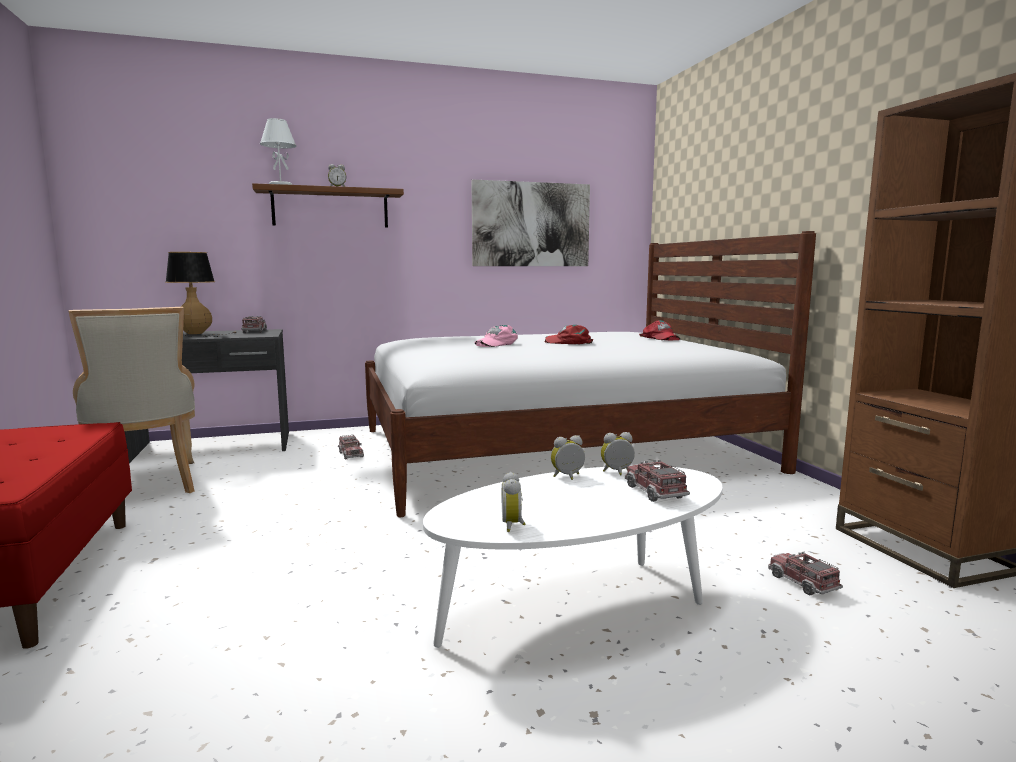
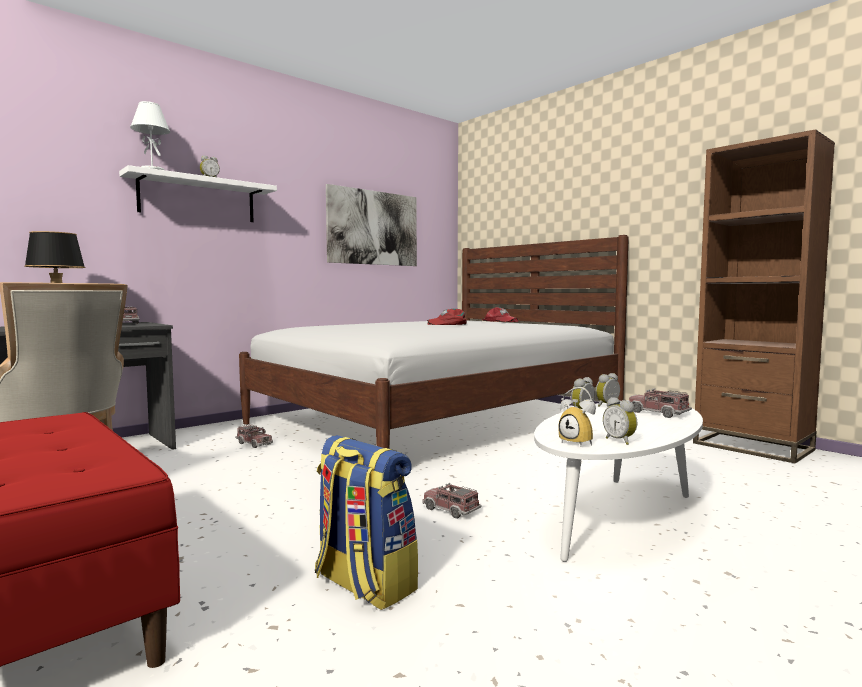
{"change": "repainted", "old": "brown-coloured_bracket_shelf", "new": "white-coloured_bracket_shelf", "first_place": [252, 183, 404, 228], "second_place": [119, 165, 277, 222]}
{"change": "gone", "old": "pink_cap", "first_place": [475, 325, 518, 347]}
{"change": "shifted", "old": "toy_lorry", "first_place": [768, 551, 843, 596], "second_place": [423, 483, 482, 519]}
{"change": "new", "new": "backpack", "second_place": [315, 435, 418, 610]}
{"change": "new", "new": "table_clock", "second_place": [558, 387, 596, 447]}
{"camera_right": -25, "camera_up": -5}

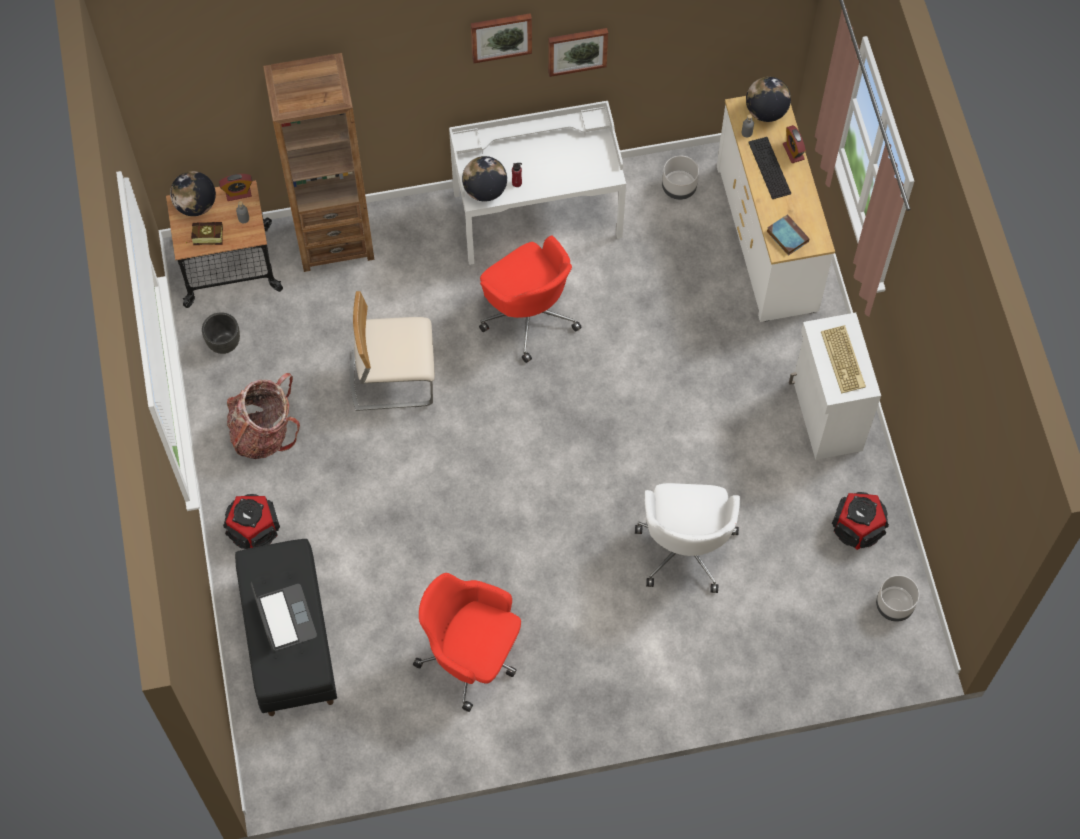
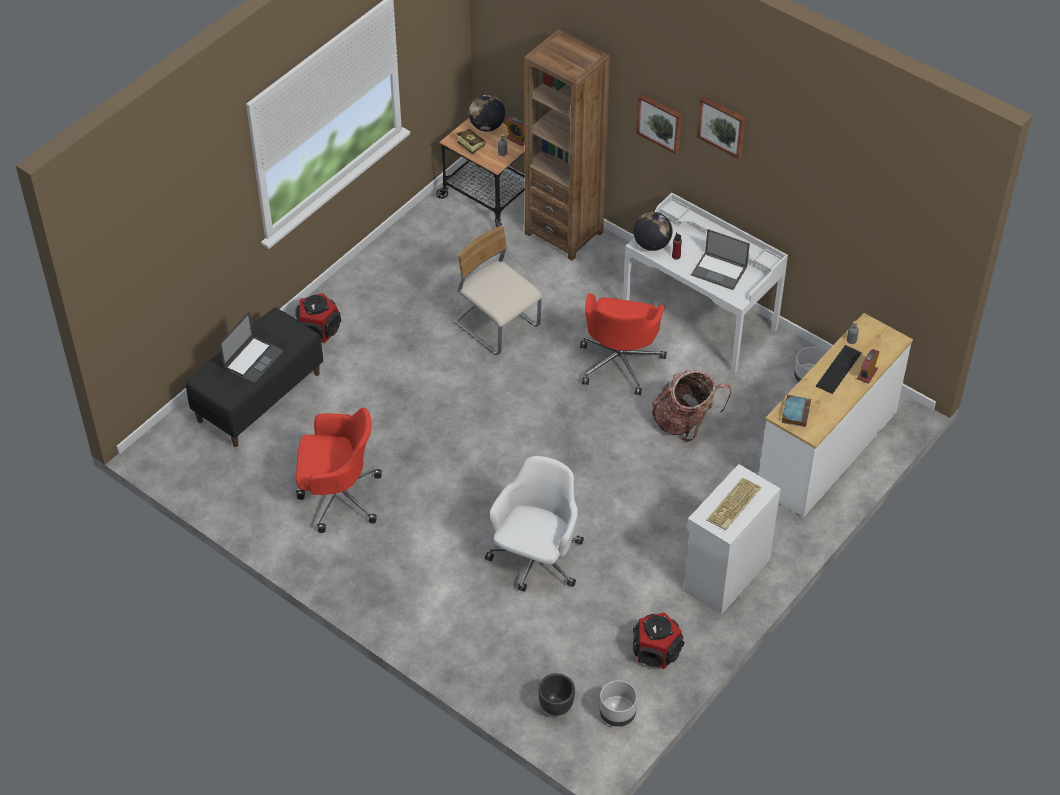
{"change": "shifted", "old": "black-coloured_plant_pot", "first_place": [202, 312, 240, 354], "second_place": [538, 673, 575, 716]}
{"change": "shifted", "old": "backpack", "first_place": [227, 373, 300, 459], "second_place": [652, 370, 732, 442]}
{"change": "rotated", "old": "red-coloured_desk_chair", "first_place": [413, 573, 521, 712], "second_place": [296, 407, 382, 533], "degrees": 105}
{"change": "shifted", "old": "wall_picture", "first_place": [548, 28, 608, 77], "second_place": [636, 94, 682, 154]}
{"change": "rotated", "old": "white-coloured_desk_chair", "first_place": [635, 483, 740, 593], "second_place": [485, 456, 584, 592], "degrees": 150}
{"change": "gone", "old": "world_globe", "first_place": [746, 77, 791, 122]}
{"change": "new", "new": "portable_computer", "second_place": [691, 229, 750, 290]}
{"camera_right": 50, "camera_up": -15}

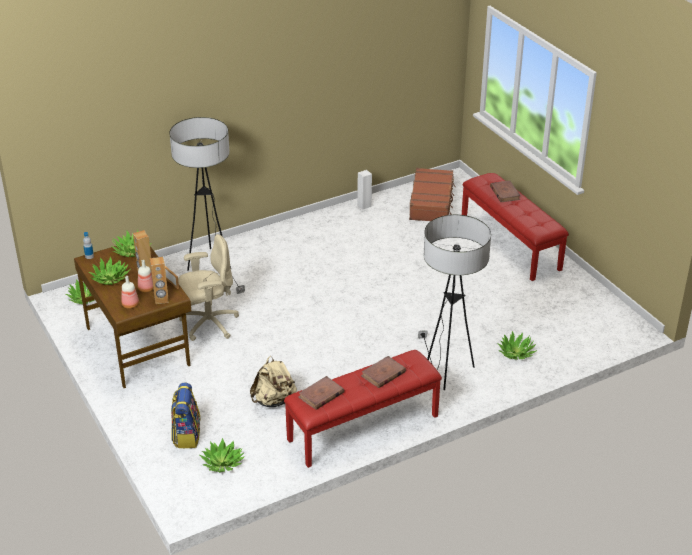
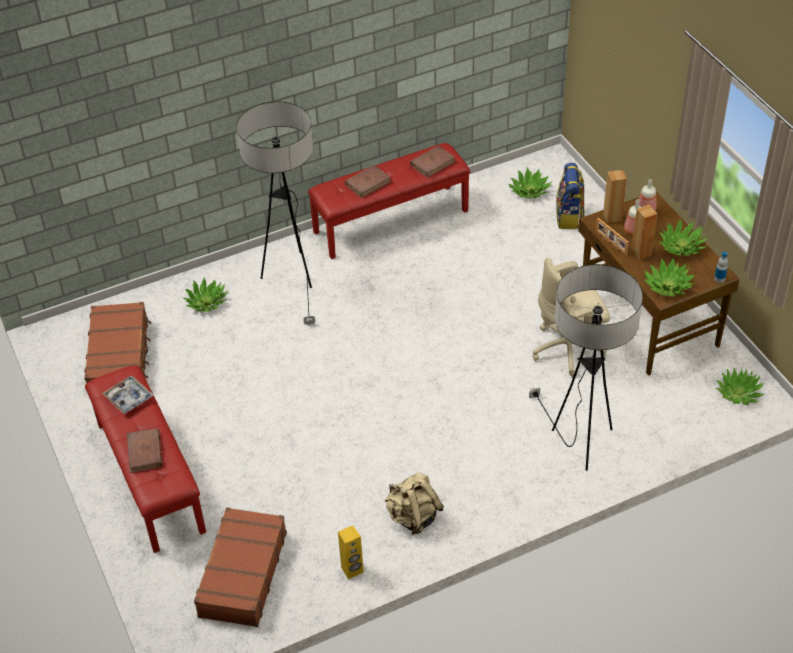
{"change": "shifted", "old": "sand-coloured_backpack", "first_place": [250, 356, 297, 407], "second_place": [384, 472, 444, 534]}
{"change": "repainted", "old": "white-coloured_loudspeaker", "new": "yellow_loudspeaker", "first_place": [357, 170, 372, 210], "second_place": [338, 525, 364, 579]}
{"change": "new", "new": "brown-coloured_piece_of_luggage", "second_place": [84, 302, 151, 384]}
{"change": "new", "new": "serving_tray", "second_place": [102, 376, 154, 415]}
{"camera_right": -175, "camera_up": 10}

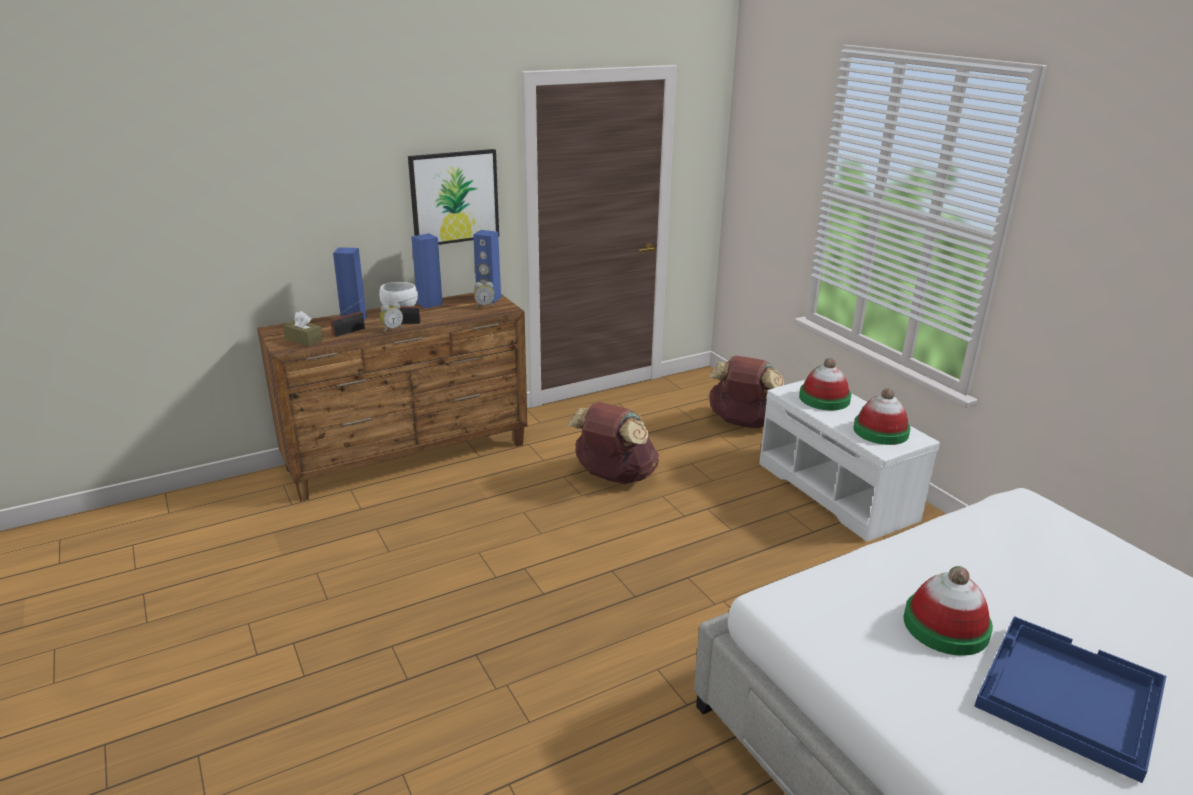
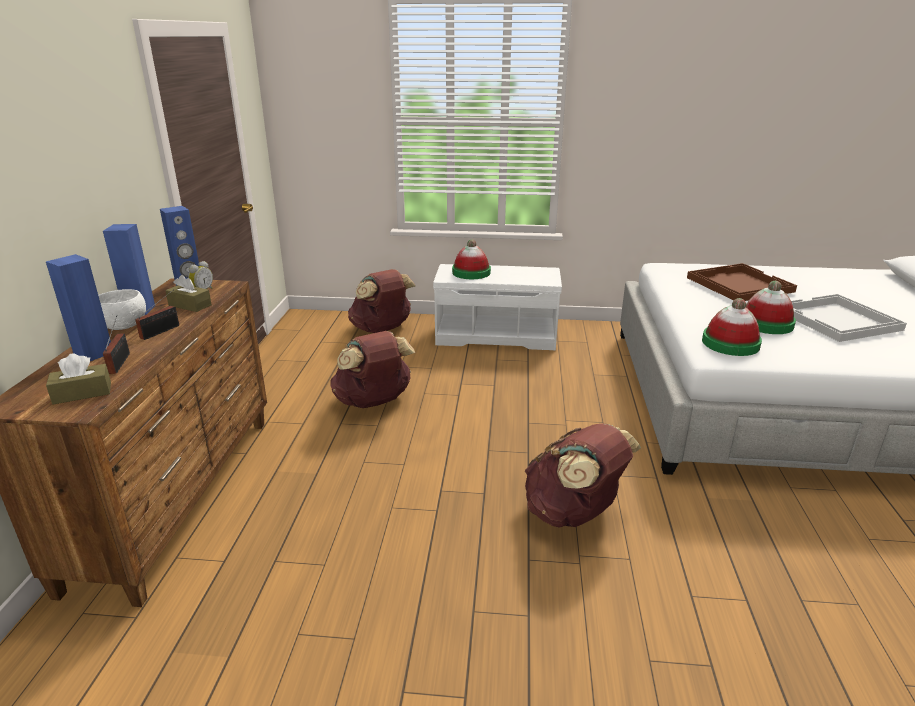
{"change": "gone", "old": "table_clock", "first_place": [380, 302, 403, 332]}
{"change": "gone", "old": "wall_picture", "first_place": [408, 149, 499, 245]}
{"change": "shifted", "old": "clothing_hat", "first_place": [853, 388, 911, 445], "second_place": [702, 298, 762, 356]}
{"change": "repainted", "old": "blue-coloured_serving_tray", "new": "white-coloured_serving_tray", "first_place": [974, 616, 1166, 783], "second_place": [791, 294, 907, 342]}
{"change": "new", "new": "brown-coloured_tissue_box", "second_place": [165, 275, 212, 312]}
{"change": "new", "new": "brown-coloured_backpack", "second_place": [525, 423, 641, 528]}
{"change": "new", "new": "brown-coloured_serving_tray", "second_place": [687, 263, 797, 301]}
{"camera_right": -55, "camera_up": 0}

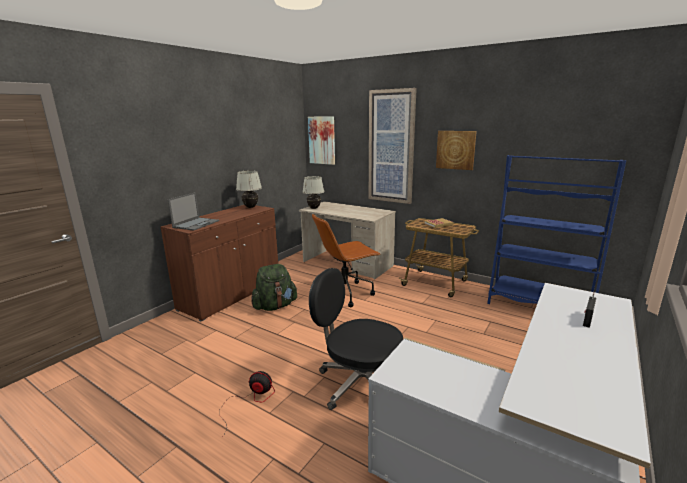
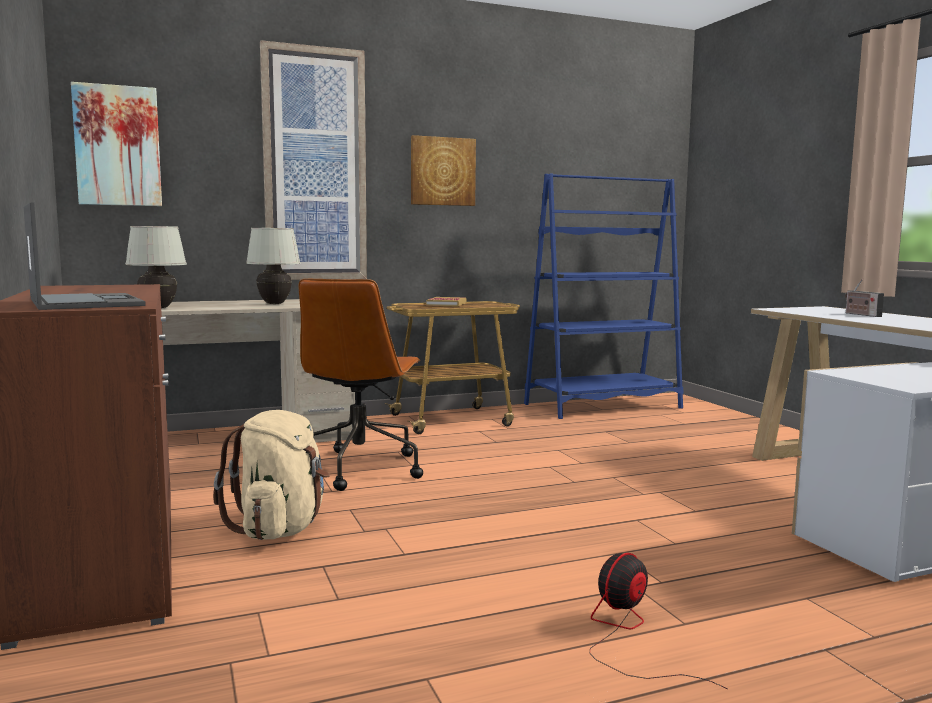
{"change": "shifted", "old": "white-coloured_tabletop_lamp", "first_place": [236, 170, 262, 208], "second_place": [246, 228, 301, 304]}
{"change": "repainted", "old": "greenish_backpack", "new": "sand-coloured_backpack", "first_place": [251, 264, 297, 311], "second_place": [213, 410, 330, 540]}
{"change": "gone", "old": "black-coloured_desk_chair", "first_place": [309, 268, 403, 410]}
{"camera_right": -55, "camera_up": -10}

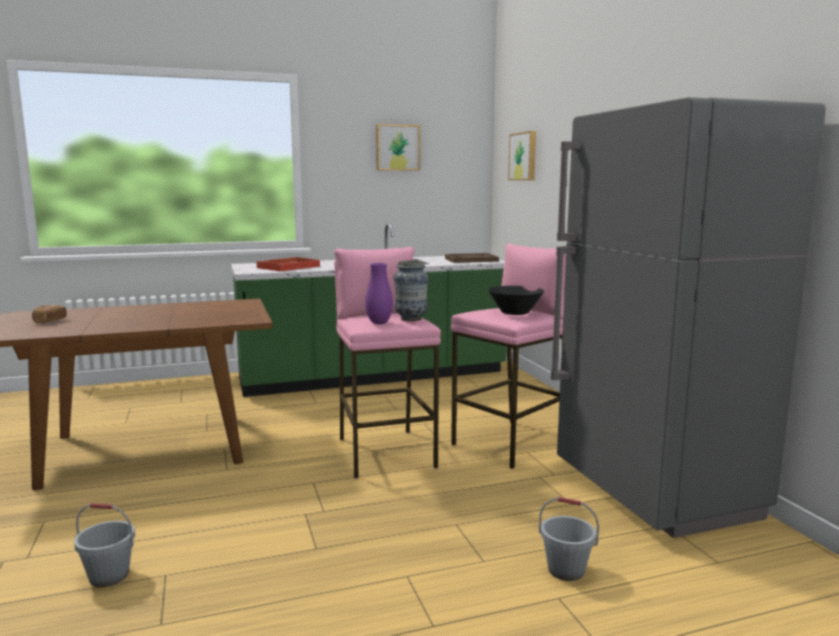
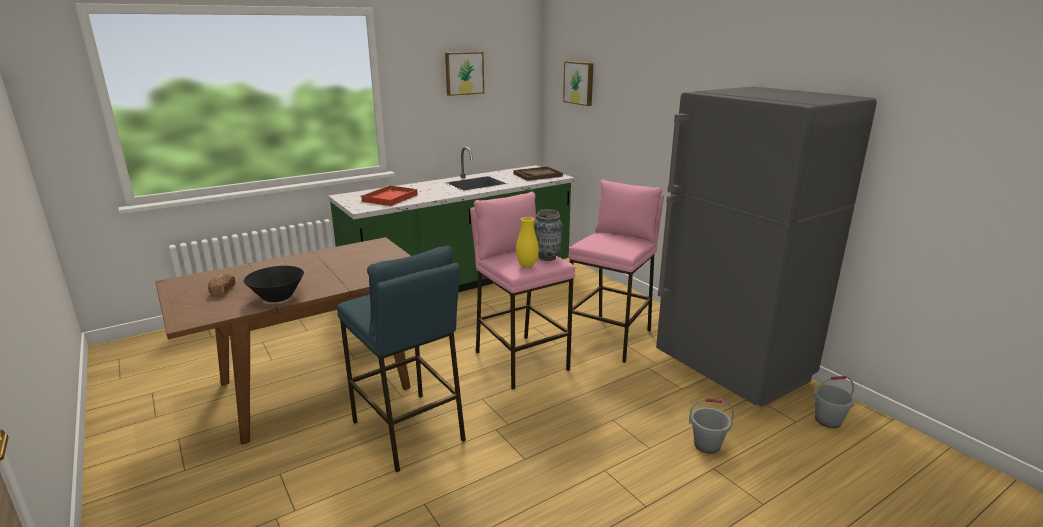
{"change": "shifted", "old": "greyish_pail", "first_place": [74, 503, 135, 587], "second_place": [814, 376, 854, 428]}
{"change": "repainted", "old": "purple-coloured_vase", "new": "yellow_vase", "first_place": [365, 263, 393, 324], "second_place": [516, 217, 539, 268]}
{"change": "shifted", "old": "black-coloured_bowl", "first_place": [488, 286, 544, 315], "second_place": [244, 266, 304, 302]}
{"change": "new", "new": "blue-coloured_stool_seat", "second_place": [337, 246, 466, 472]}
{"camera_right": -15, "camera_up": 10}

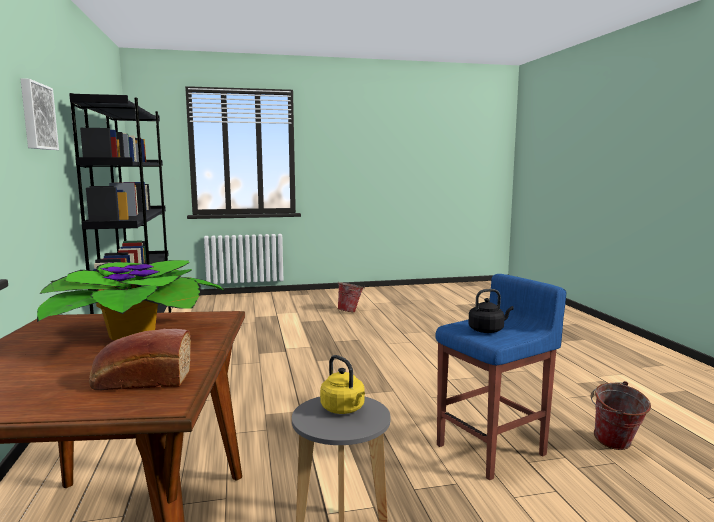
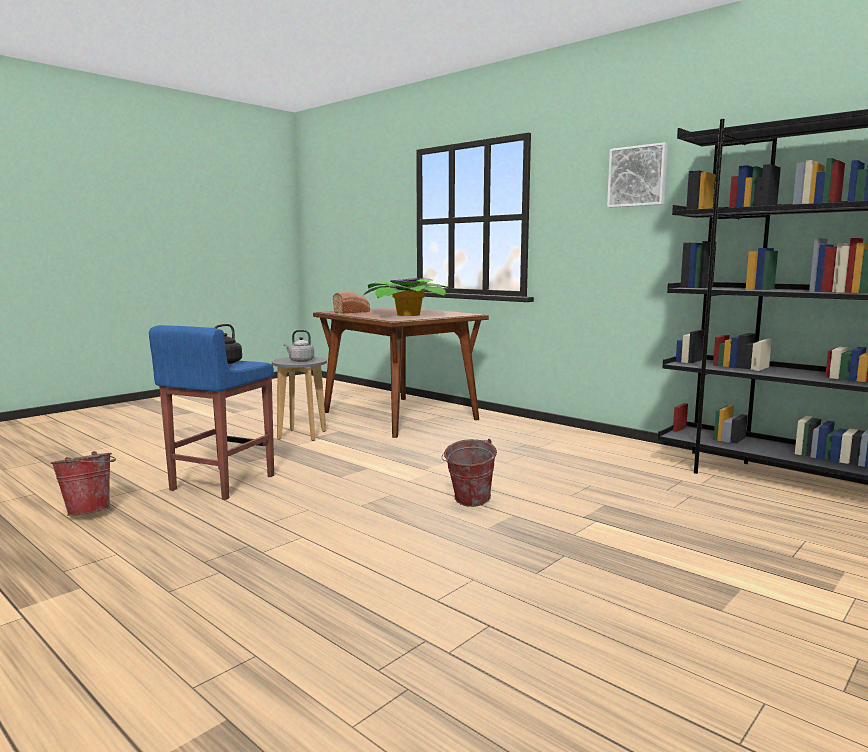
{"change": "repainted", "old": "yellow_tea_kettle", "new": "greyish_tea_kettle", "first_place": [320, 355, 365, 414], "second_place": [284, 330, 314, 362]}
{"change": "shifted", "old": "pail", "first_place": [337, 282, 365, 312], "second_place": [441, 439, 497, 507]}
{"camera_right": 145, "camera_up": 0}

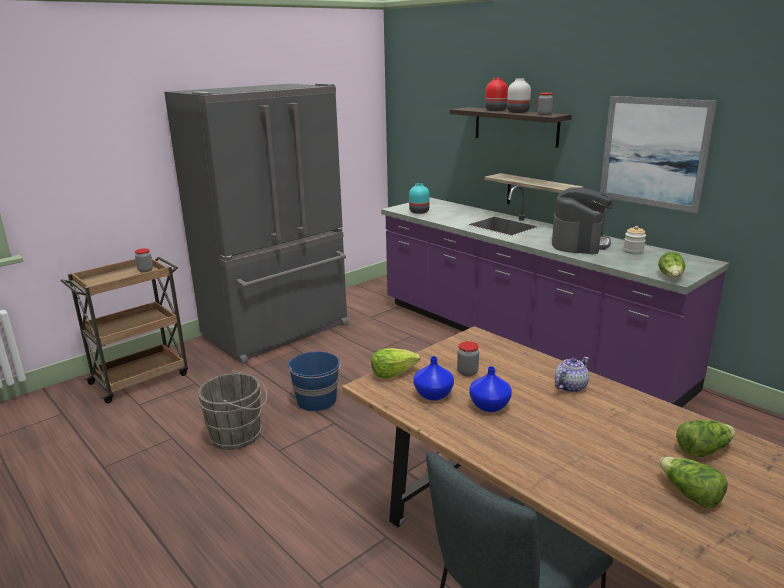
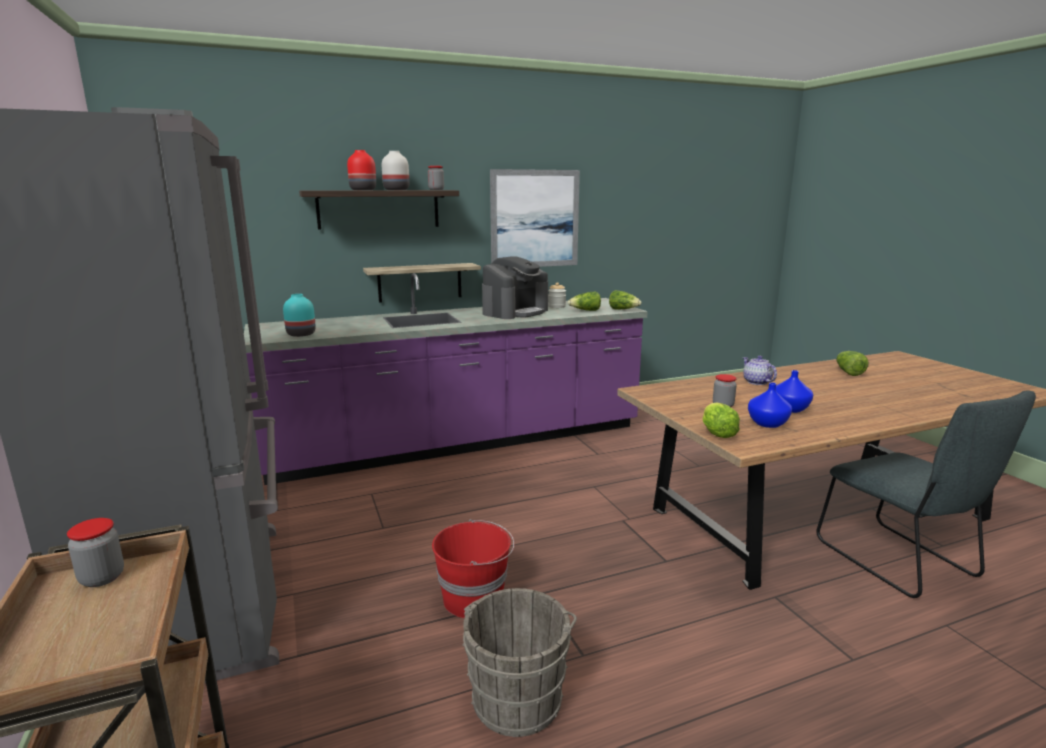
{"change": "repainted", "old": "blue-coloured_pail", "new": "red-coloured_pail", "first_place": [288, 351, 341, 411], "second_place": [432, 519, 514, 618]}
{"change": "rotated", "old": "coffee_machine", "first_place": [552, 187, 613, 254], "second_place": [482, 257, 548, 319], "degrees": 90}
{"change": "shifted", "old": "lettuce", "first_place": [659, 457, 728, 508], "second_place": [568, 292, 601, 311]}
{"camera_right": -70, "camera_up": -5}

